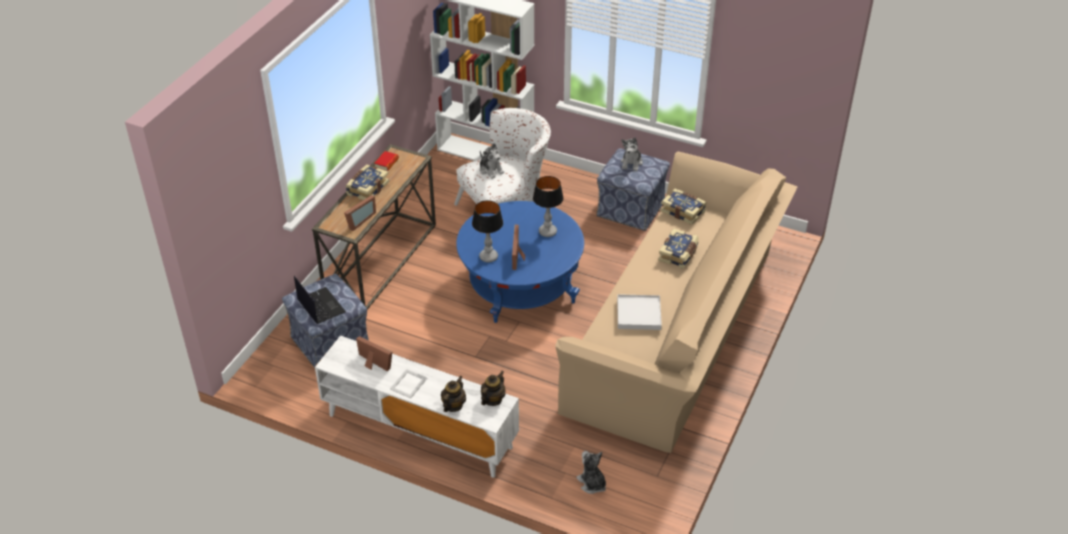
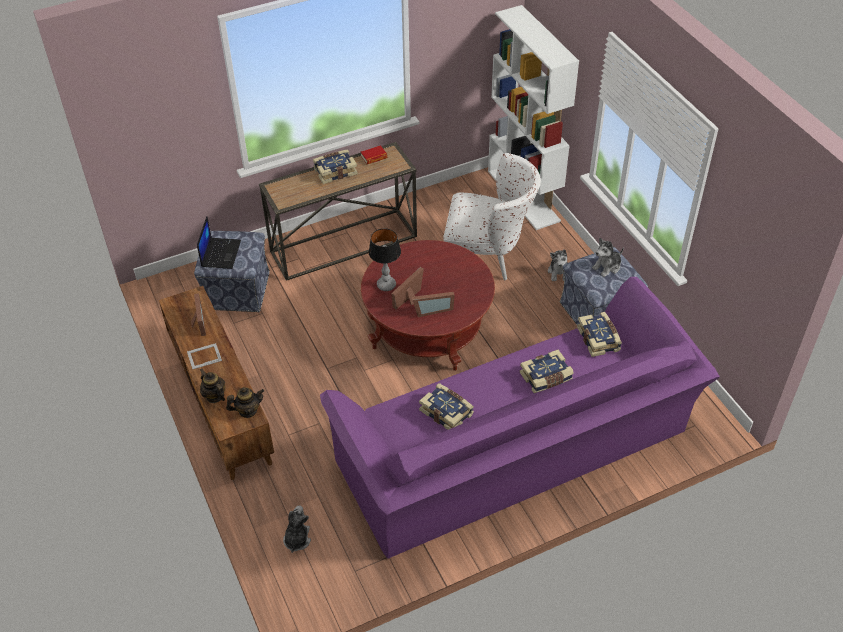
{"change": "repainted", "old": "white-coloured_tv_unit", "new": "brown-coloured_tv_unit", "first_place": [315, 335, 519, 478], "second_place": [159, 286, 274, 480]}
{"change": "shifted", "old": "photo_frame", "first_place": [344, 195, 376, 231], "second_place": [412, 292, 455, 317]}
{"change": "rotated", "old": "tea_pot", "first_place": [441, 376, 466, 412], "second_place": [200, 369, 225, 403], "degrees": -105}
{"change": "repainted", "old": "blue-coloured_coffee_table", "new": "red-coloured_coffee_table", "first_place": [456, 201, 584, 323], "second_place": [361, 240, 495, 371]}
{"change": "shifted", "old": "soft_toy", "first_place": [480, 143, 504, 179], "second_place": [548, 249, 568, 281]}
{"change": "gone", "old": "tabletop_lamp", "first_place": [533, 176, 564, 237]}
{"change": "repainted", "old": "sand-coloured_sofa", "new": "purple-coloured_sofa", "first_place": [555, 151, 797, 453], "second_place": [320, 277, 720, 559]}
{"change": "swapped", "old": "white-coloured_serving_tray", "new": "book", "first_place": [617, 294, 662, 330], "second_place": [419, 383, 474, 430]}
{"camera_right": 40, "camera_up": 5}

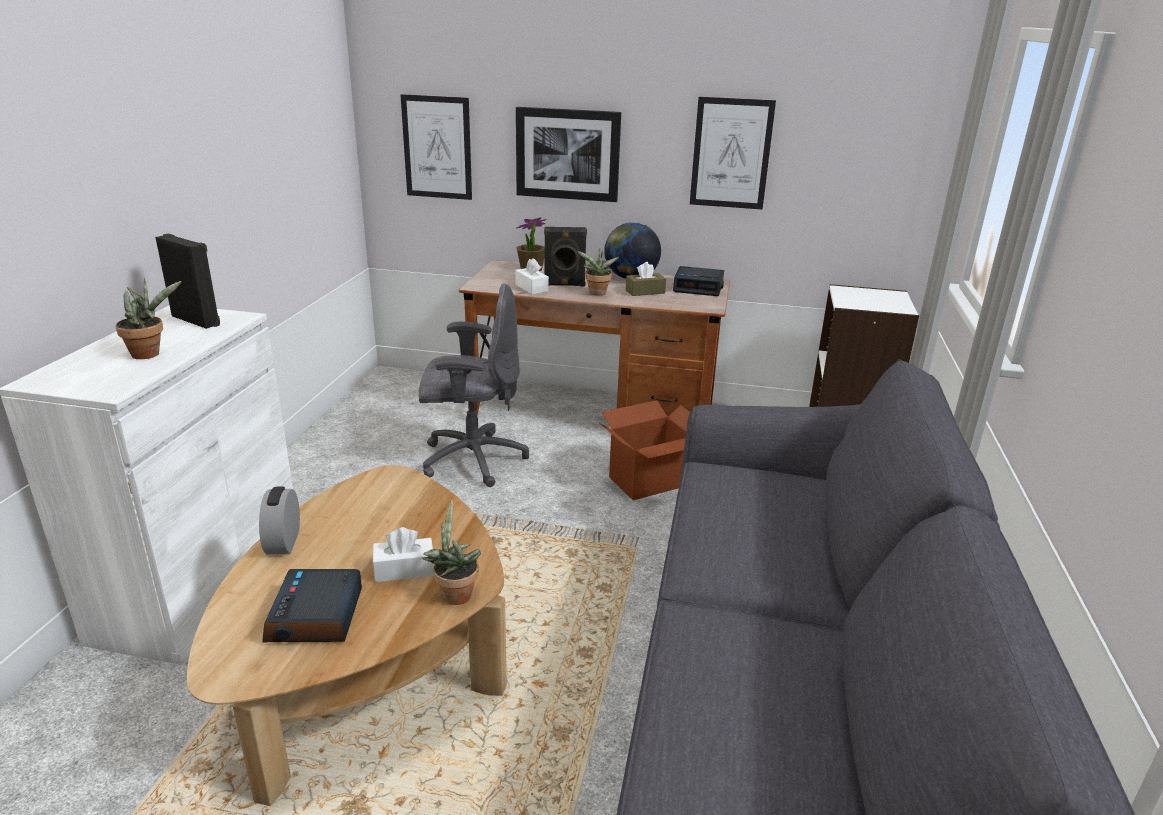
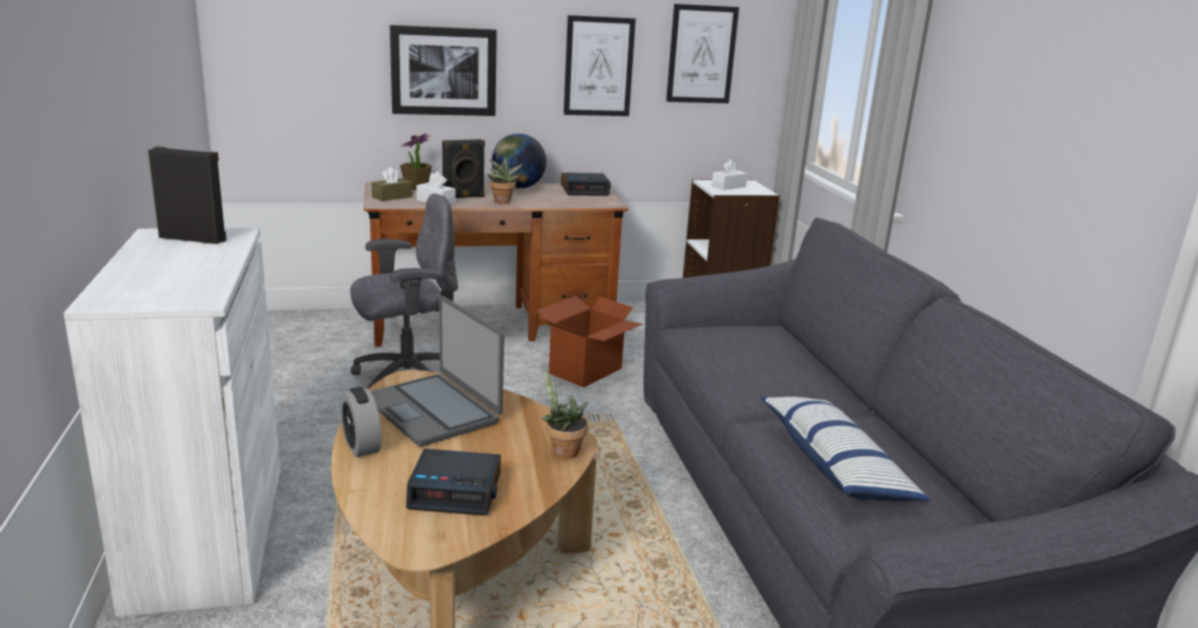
{"change": "gone", "old": "houseplant", "first_place": [115, 278, 182, 359]}
{"change": "rotated", "old": "table_clock", "first_place": [262, 569, 362, 642], "second_place": [406, 449, 501, 516], "degrees": -60}
{"change": "shifted", "old": "white-coloured_tissue_box", "first_place": [373, 527, 434, 582], "second_place": [712, 159, 747, 190]}
{"change": "shifted", "old": "wall_picture", "first_place": [401, 94, 472, 200], "second_place": [666, 4, 739, 103]}
{"change": "shifted", "old": "brown-coloured_tissue_box", "first_place": [626, 262, 666, 296], "second_place": [372, 167, 412, 201]}
{"change": "new", "new": "portable_computer", "second_place": [370, 296, 504, 447]}
{"change": "new", "new": "cushion", "second_place": [760, 397, 930, 501]}
{"camera_right": -25, "camera_up": -5}

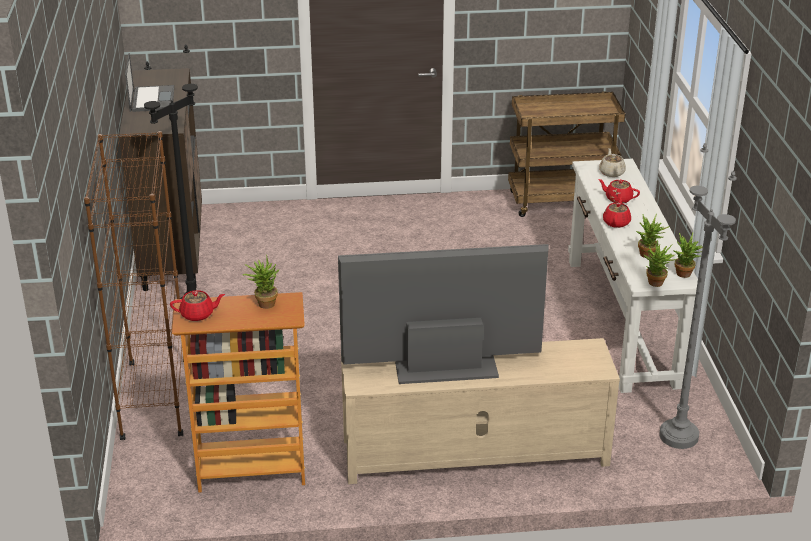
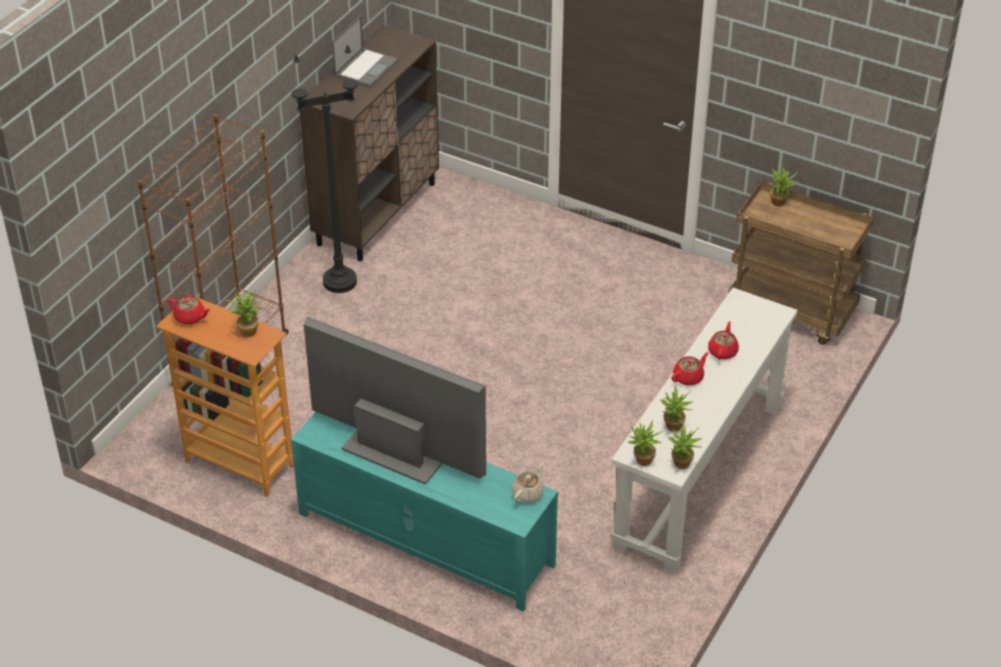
{"change": "repainted", "old": "sand-coloured_tv_unit", "new": "turquoise_tv_unit", "first_place": [341, 338, 620, 484], "second_place": [291, 412, 558, 612]}
{"change": "rotated", "old": "red-coloured_tea_pot", "first_place": [598, 179, 640, 204], "second_place": [708, 321, 739, 360], "degrees": 45}
{"change": "shifted", "old": "sand-coloured_tea_pot", "first_place": [599, 148, 626, 177], "second_place": [512, 463, 544, 502]}
{"change": "gone", "old": "greyish_standing_lamp", "first_place": [659, 143, 737, 449]}
{"change": "new", "new": "houseplant", "second_place": [770, 164, 801, 206]}
{"camera_right": 35, "camera_up": 10}

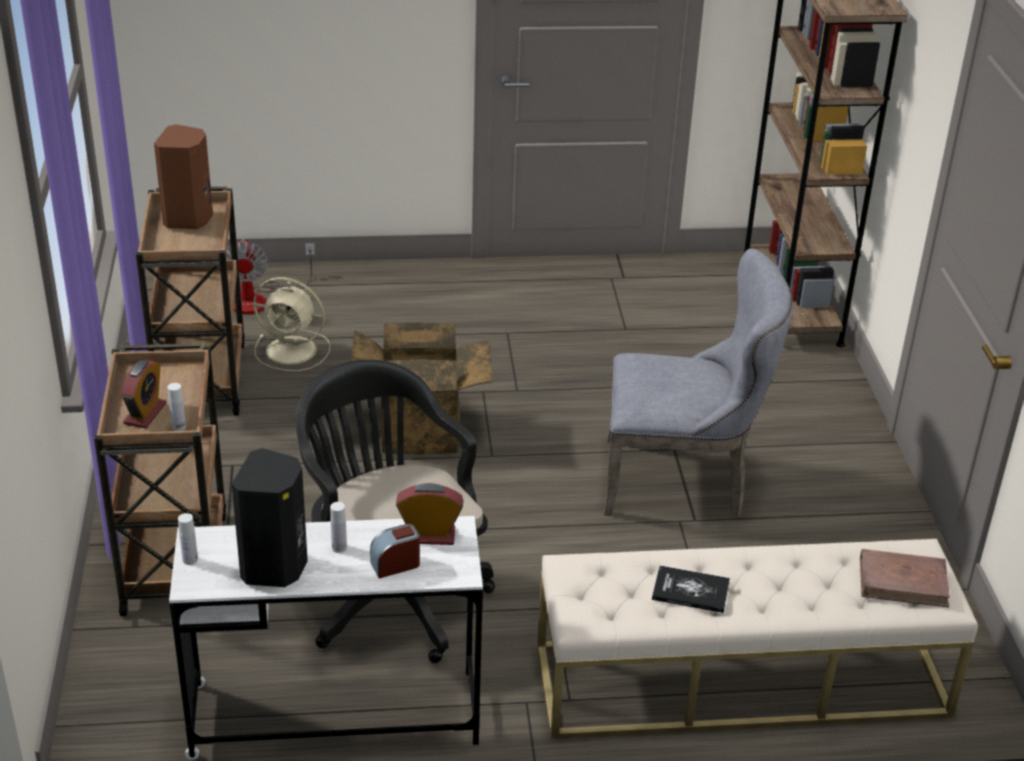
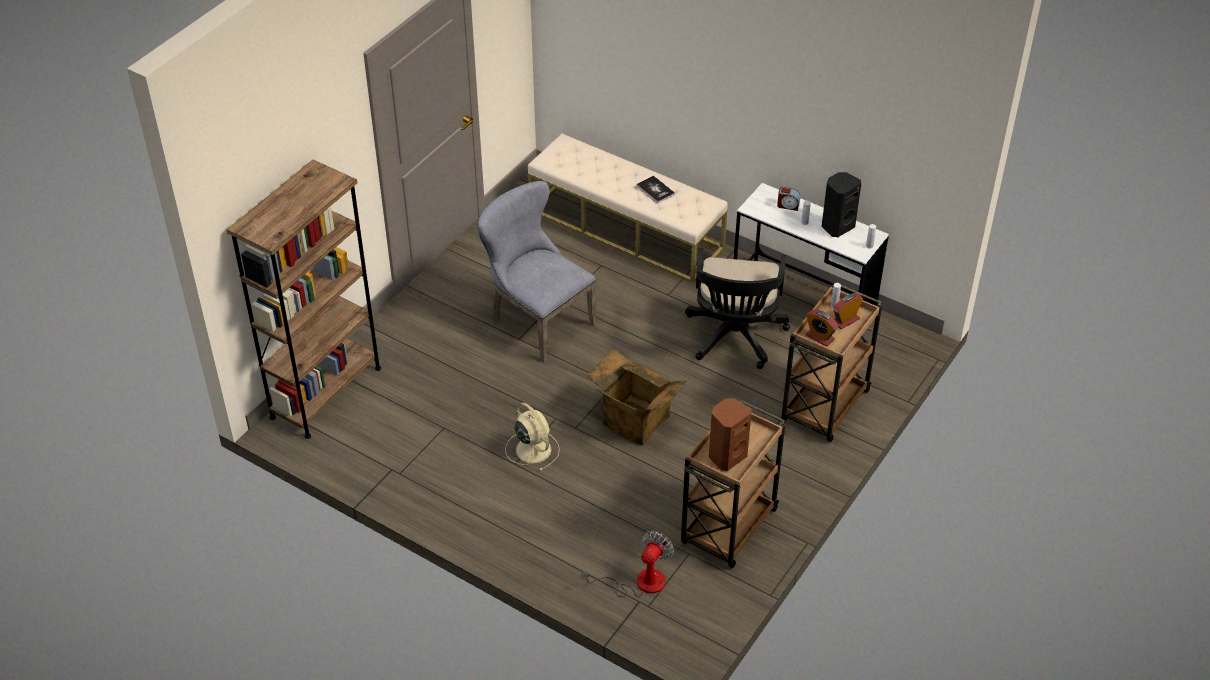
{"change": "shifted", "old": "sand-coloured_cooling_fan", "first_place": [253, 277, 330, 371], "second_place": [505, 403, 560, 471]}
{"change": "shifted", "old": "table_clock", "first_place": [396, 483, 463, 545], "second_place": [806, 310, 839, 347]}
{"change": "gone", "old": "brown-coloured_book", "first_place": [860, 549, 950, 608]}
{"camera_right": -140, "camera_up": 10}

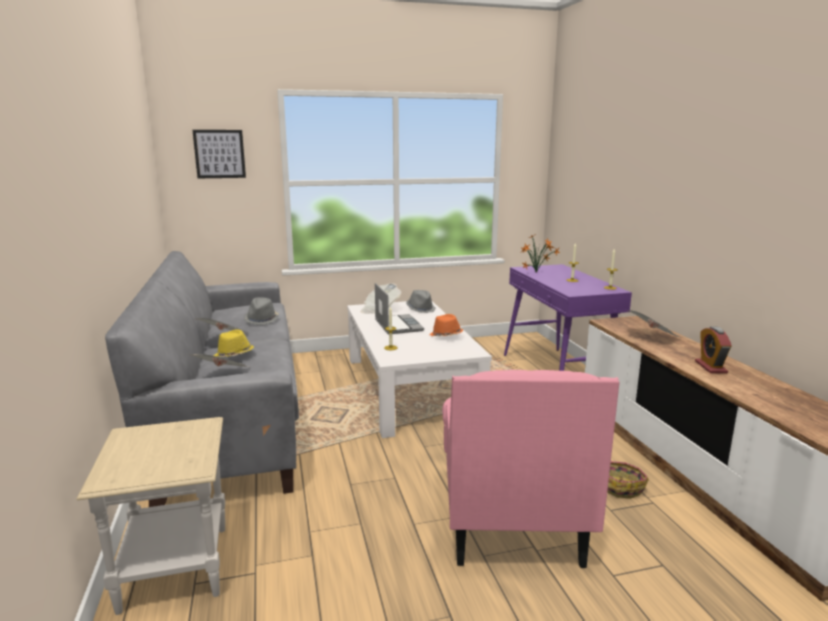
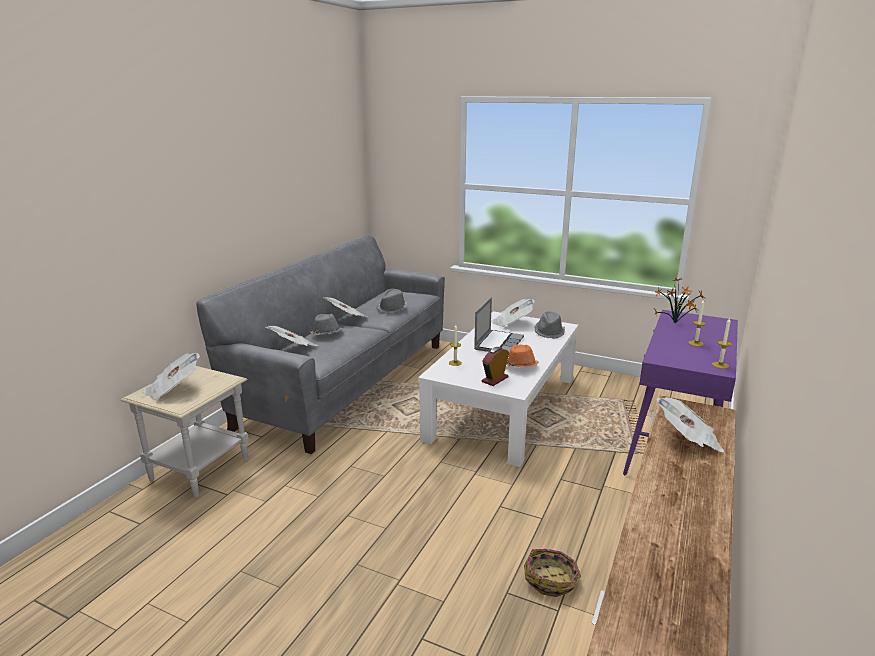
{"change": "gone", "old": "wall_picture", "first_place": [193, 130, 246, 178]}
{"change": "repainted", "old": "yellow_clothing_hat", "new": "greyish_clothing_hat", "first_place": [213, 329, 254, 357], "second_place": [310, 314, 343, 335]}
{"change": "gone", "old": "pink_lounge_chair", "first_place": [442, 370, 620, 568]}
{"change": "shifted", "old": "table_clock", "first_place": [695, 326, 732, 373], "second_place": [482, 347, 509, 386]}
{"change": "new", "new": "daily_paper", "second_place": [142, 353, 200, 399]}
{"camera_right": 40, "camera_up": 5}

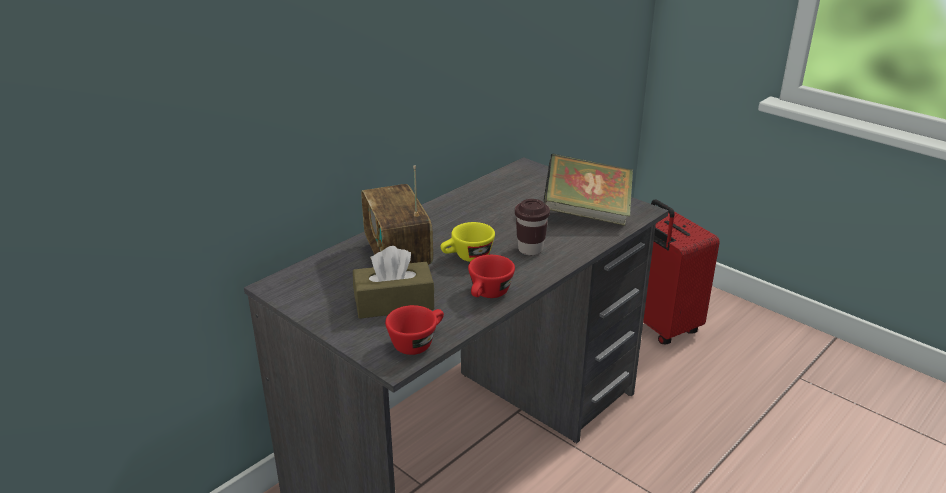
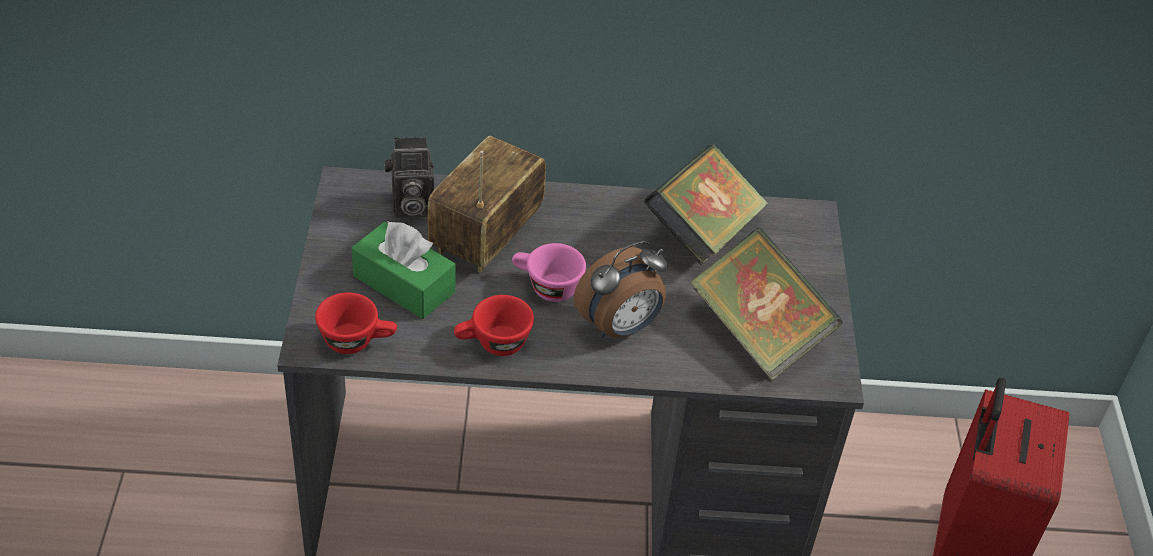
{"change": "repainted", "old": "brown-coloured_tissue_box", "new": "greenish_tissue_box", "first_place": [353, 246, 434, 319], "second_place": [352, 221, 456, 319]}
{"change": "repainted", "old": "yellow_cup", "new": "pink_cup", "first_place": [441, 222, 495, 262], "second_place": [512, 243, 586, 302]}
{"change": "swapped", "old": "brown-coloured_cup", "new": "table_clock", "first_place": [515, 199, 550, 255], "second_place": [574, 241, 668, 338]}
{"change": "new", "new": "photo_camera", "second_place": [384, 137, 434, 218]}
{"change": "new", "new": "book", "second_place": [644, 144, 768, 266]}
{"camera_right": 45, "camera_up": 15}

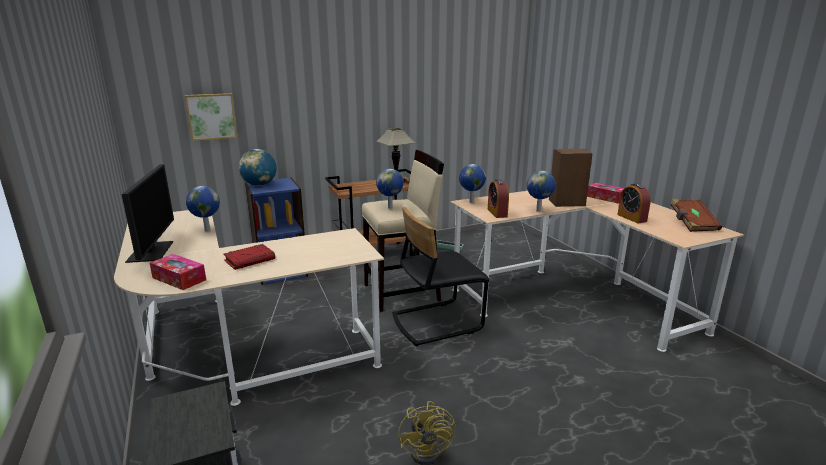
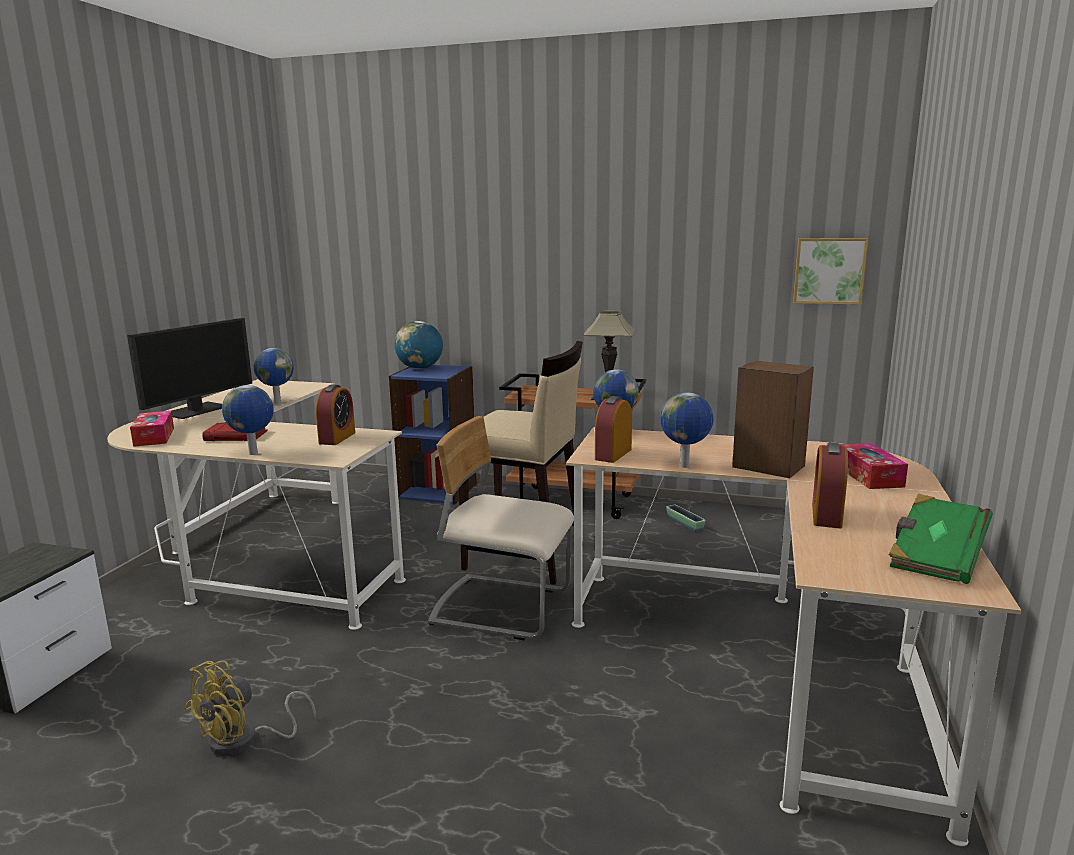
{"change": "shifted", "old": "wall_picture", "first_place": [185, 93, 238, 141], "second_place": [793, 238, 868, 305]}
{"change": "shifted", "old": "world_globe", "first_place": [376, 169, 404, 209], "second_place": [222, 385, 274, 455]}
{"change": "repainted", "old": "black-coloured_plain_chair", "new": "sand-coloured_plain_chair", "first_place": [392, 207, 489, 347], "second_place": [428, 416, 574, 640]}
{"change": "repainted", "old": "brown-coloured_book", "new": "greenish_book", "first_place": [671, 199, 722, 232], "second_place": [889, 494, 993, 584]}
{"change": "new", "new": "table_clock", "second_place": [316, 384, 355, 445]}
{"camera_right": 40, "camera_up": -5}

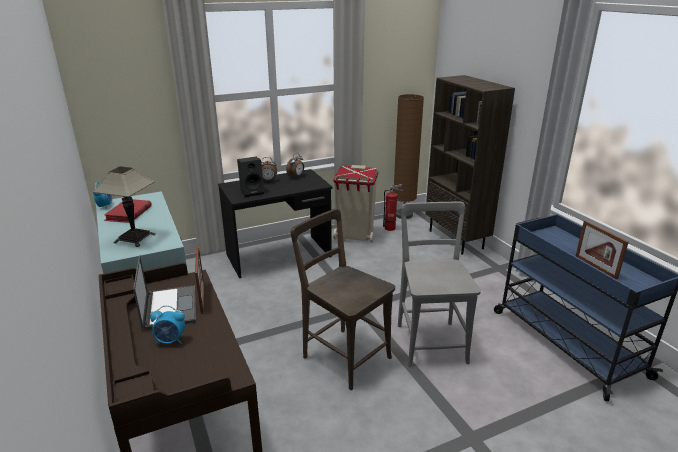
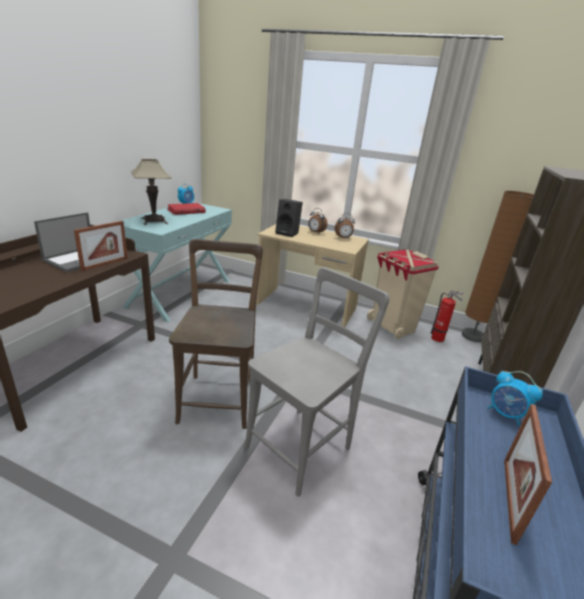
{"change": "shifted", "old": "table_clock", "first_place": [150, 305, 185, 345], "second_place": [487, 370, 543, 426]}
{"change": "repainted", "old": "black-coloured_desk", "new": "sand-coloured_desk", "first_place": [218, 169, 333, 278], "second_place": [256, 224, 369, 327]}
{"camera_right": 45, "camera_up": 0}

